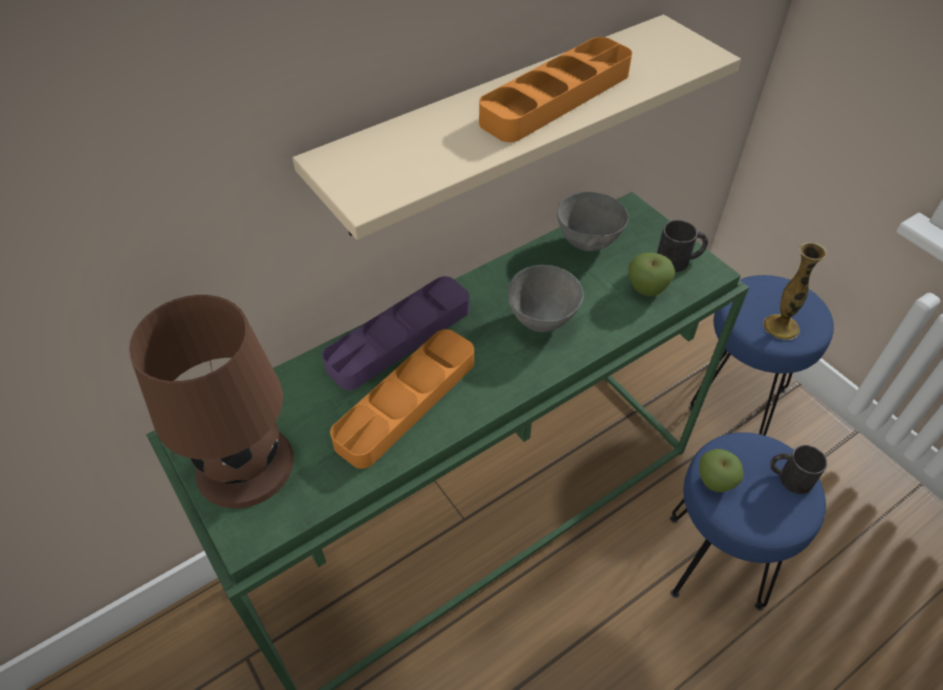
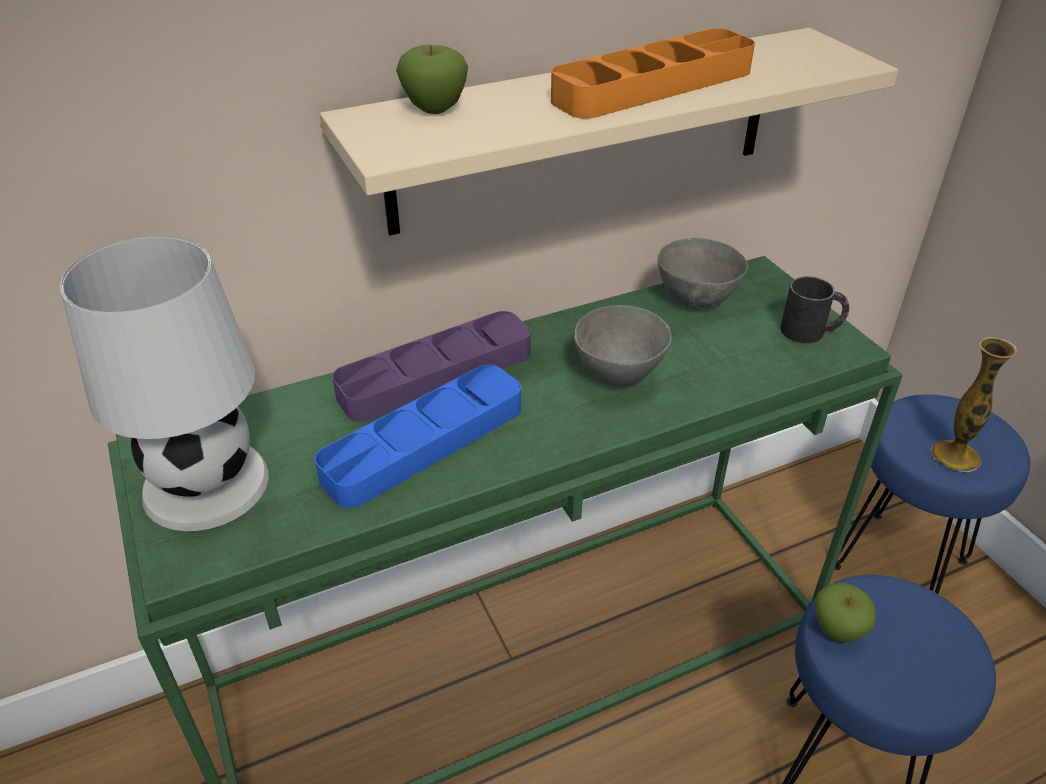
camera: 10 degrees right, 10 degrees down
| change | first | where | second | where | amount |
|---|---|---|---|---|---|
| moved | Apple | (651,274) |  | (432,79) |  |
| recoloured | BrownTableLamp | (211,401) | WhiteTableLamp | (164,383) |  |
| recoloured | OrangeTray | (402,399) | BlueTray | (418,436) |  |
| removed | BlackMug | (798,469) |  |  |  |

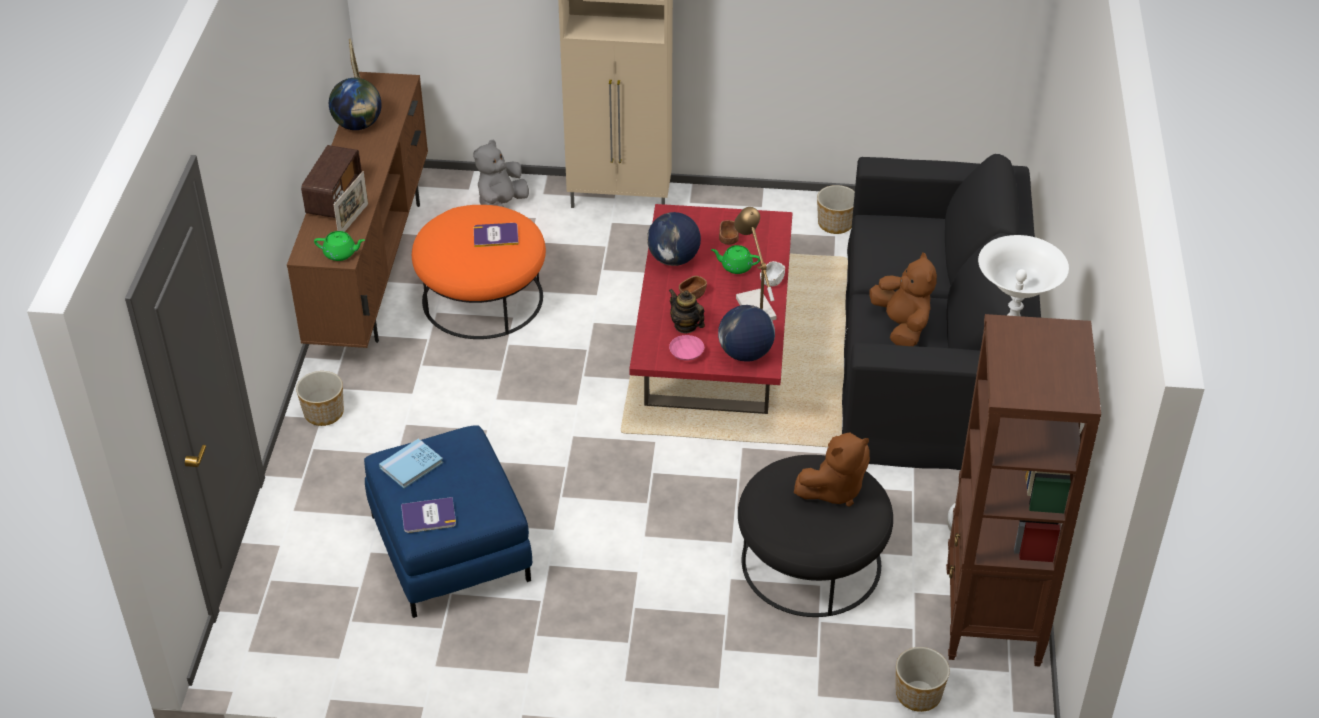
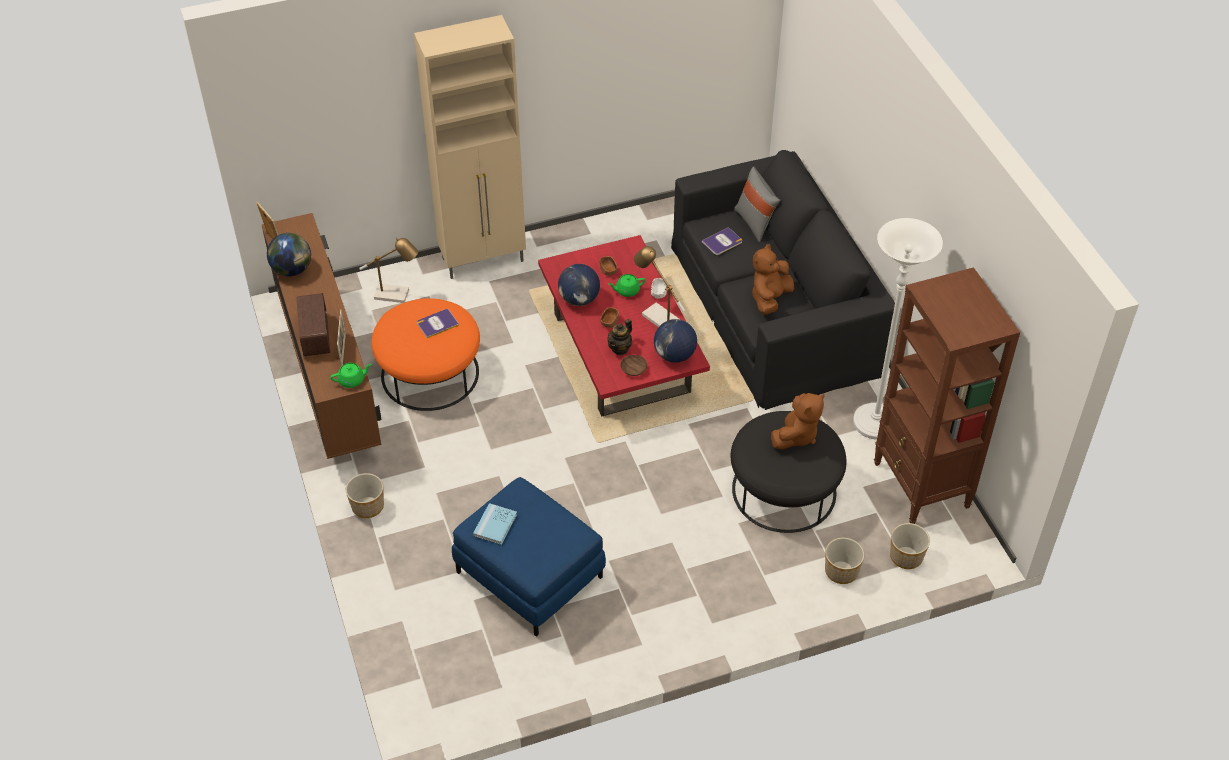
camera: 25 degrees left, 5 degrees up
| change | first | where | second | where | amount |
|---|---|---|---|---|---|
| replaced | GreyPlushToy | (501,173) | TableLamp | (388,270) |  |
| moved | Planter | (836,209) |  | (844,561) |  |
| turned | BrownPlushToy | (903,299) |  | (773,279) | 105 degrees counterclockwise |
| turned | Teapot | (687,311) |  | (619,337) | 75 degrees counterclockwise |
| recoloured | PinkBowl | (686,348) | BrownBowl | (634,365) |  |
| moved | Book | (428,515) |  | (722,241) |  |
| added |  |  | GreyPillow | (757,204) |  |

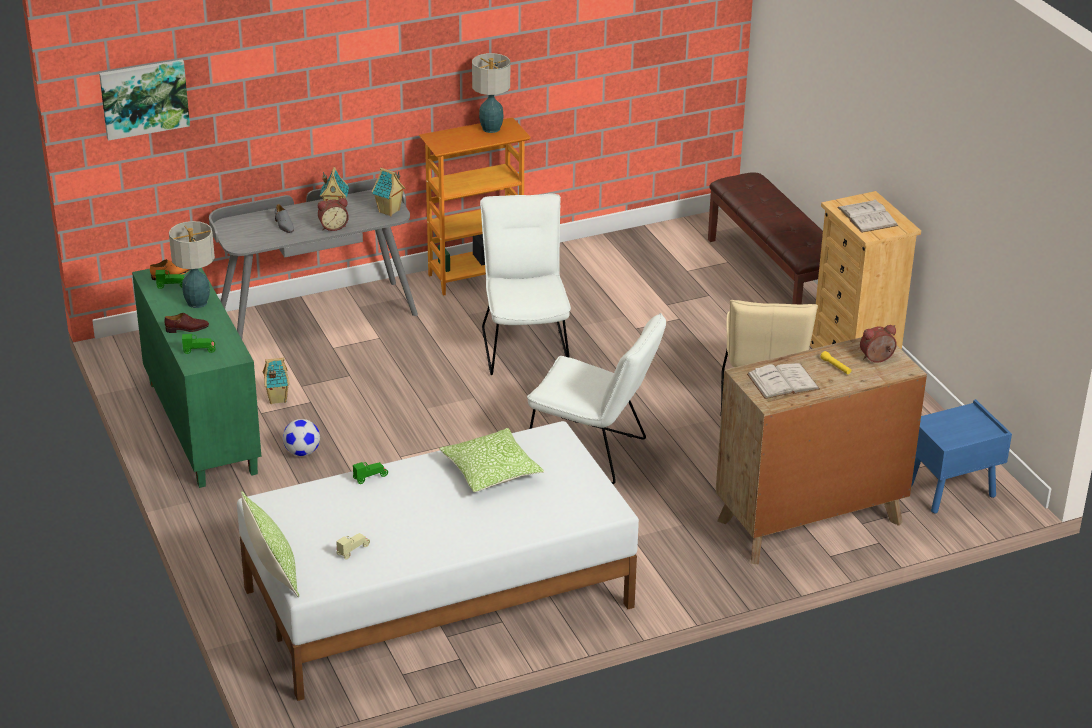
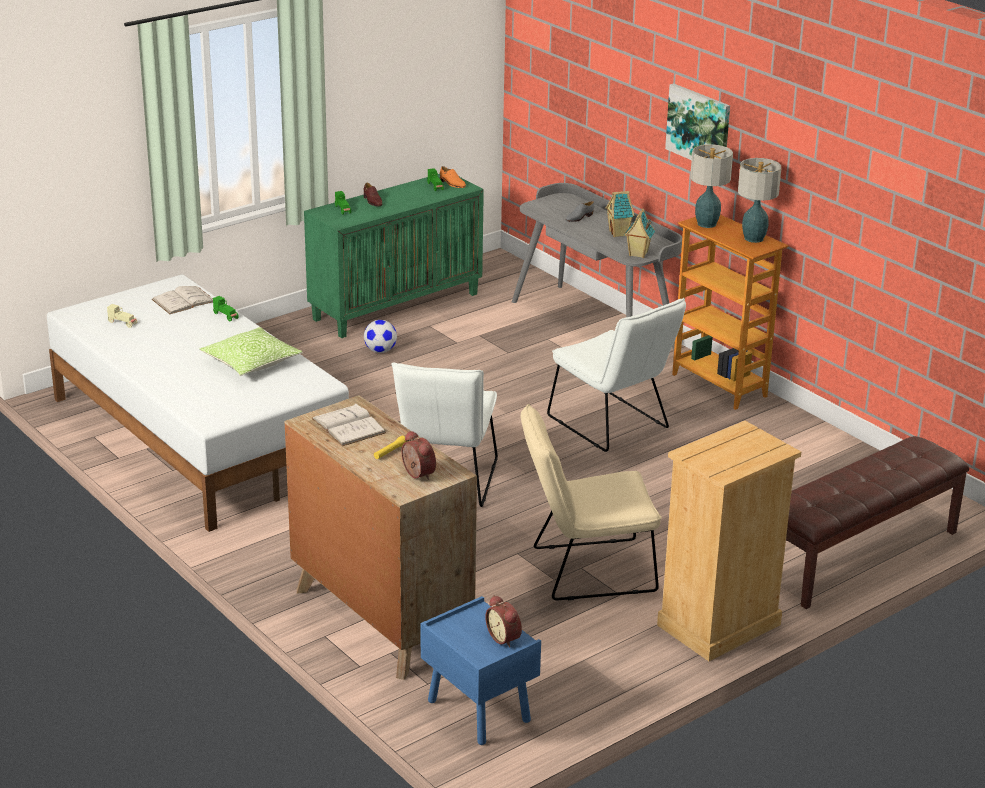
camera: 75 degrees right, 5 degrees down
| change | first | where | second | where | amount |
|---|---|---|---|---|---|
| moved | Picture | (144,100) |  | (697,121) |  |
| turned | WhiteChair | (525,284) |  | (616,375) | 75 degrees clockwise |
| moved | AlarmClock | (333,214) |  | (503,621) |  |
| moved | WhiteBook | (867,216) |  | (182,300) |  |
| moved | TableLamp | (192,264) |  | (711,186) |  |
| removed | ToyHouse | (276,381) |  |  |  |
| removed | Pillow | (270,544) |  |  |  |

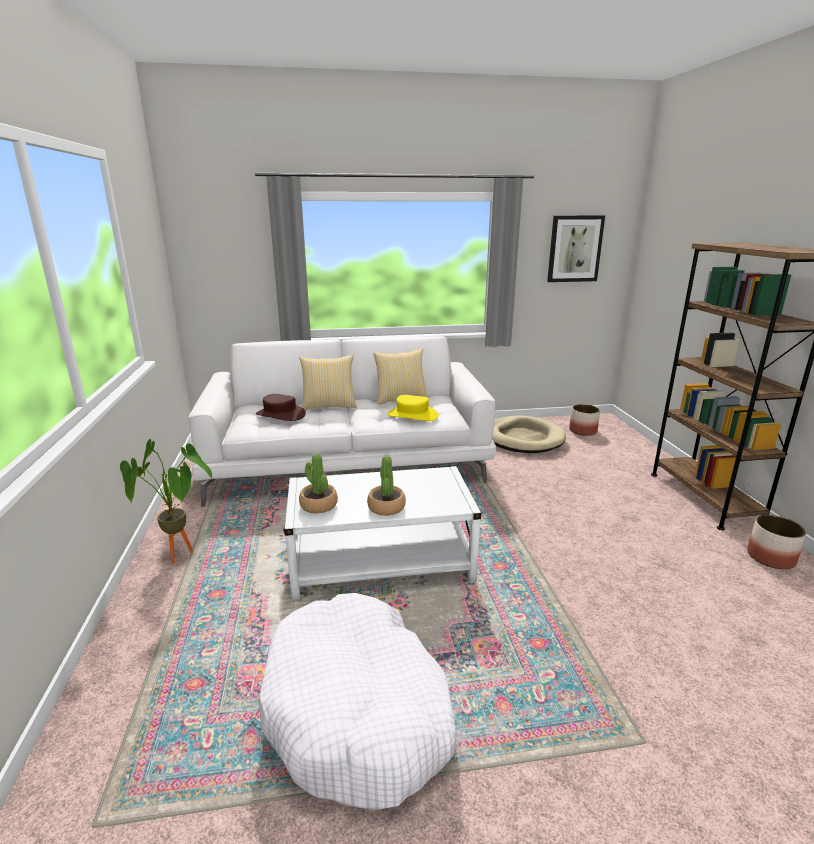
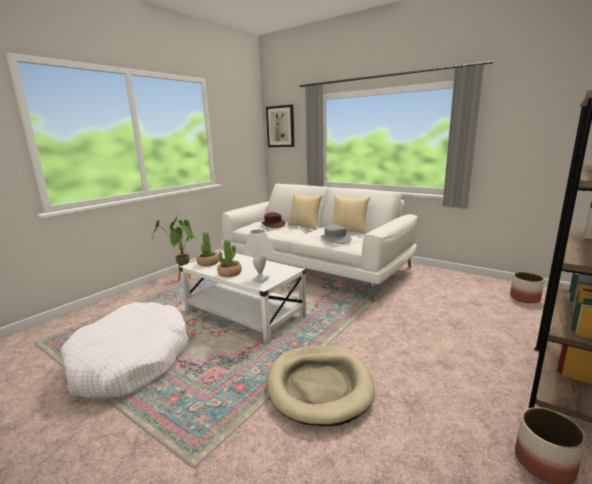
camera: 45 degrees right, 5 degrees down
| change | first | where | second | where | amount |
|---|---|---|---|---|---|
| moved | Picture | (576,248) |  | (280,126) |  |
| recoloured | YellowHat | (413,408) | GreyHat | (336,234) |  |
| moved | BeigeDogBed | (529,434) |  | (321,385) |  |
| added |  |  | WhiteTableLamp | (258,256) |  |

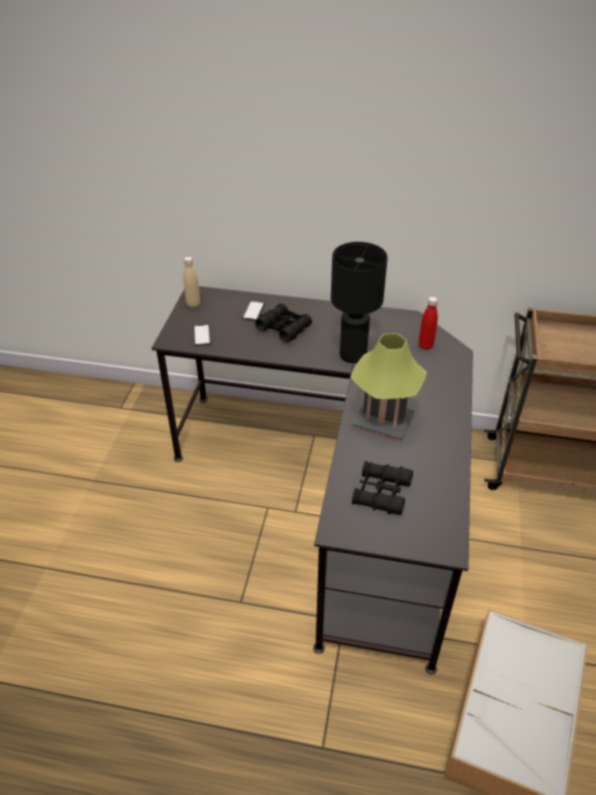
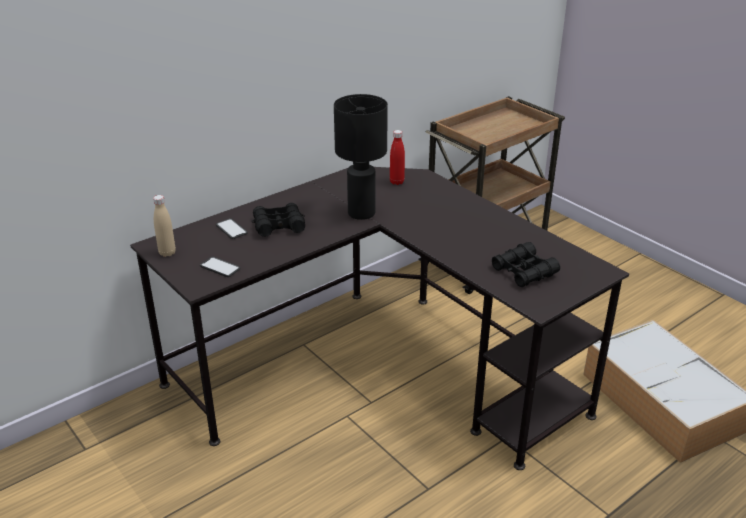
camera: 50 degrees left, 10 degrees down
| change | first | where | second | where | amount |
|---|---|---|---|---|---|
| removed | TableLamp | (389,387) |  |  |  |

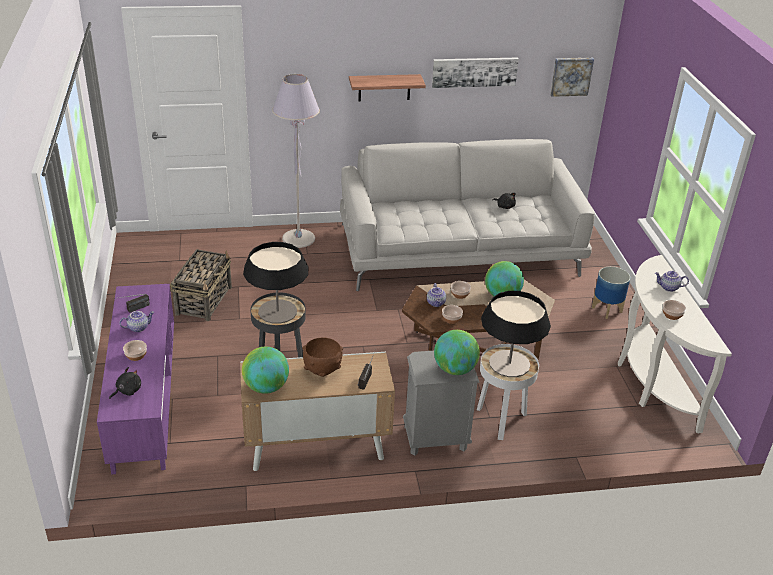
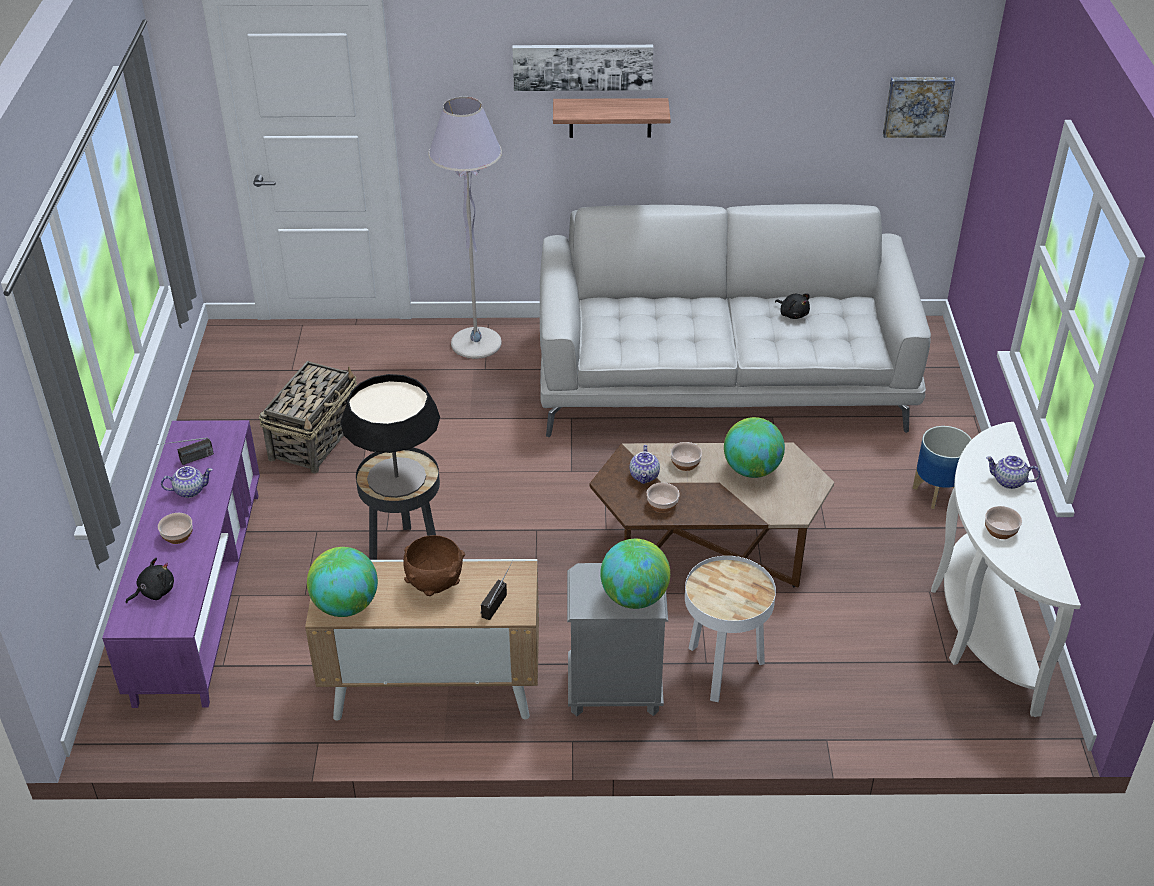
camera: 10 degrees right, 5 degrees up
| change | first | where | second | where | amount |
|---|---|---|---|---|---|
| moved | Picture | (475,72) |  | (583,68) |  |
| removed | TableLamp | (516,334) |  |  |  |

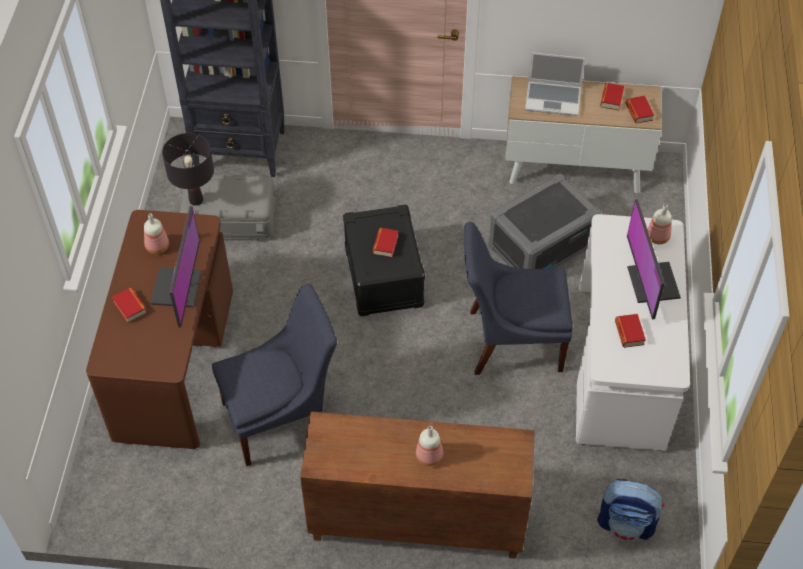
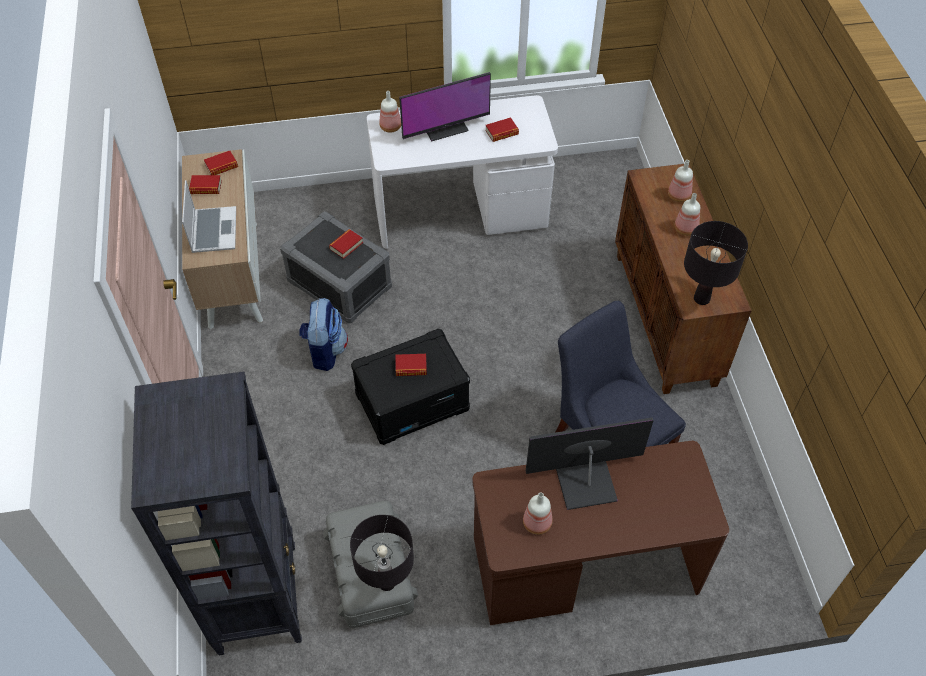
camera: 105 degrees left, 0 degrees up
| change | first | where | second | where | amount |
|---|---|---|---|---|---|
| removed | BlueChair | (518,298) |  |  |  |
| moved | Book | (129,305) |  | (346,244) |  |
| moved | Backpack | (630,510) |  | (323,334) |  |
| added |  |  | Bottle | (680,181) |  |
| added |  |  | BlackTableLamp | (716,263) |  |

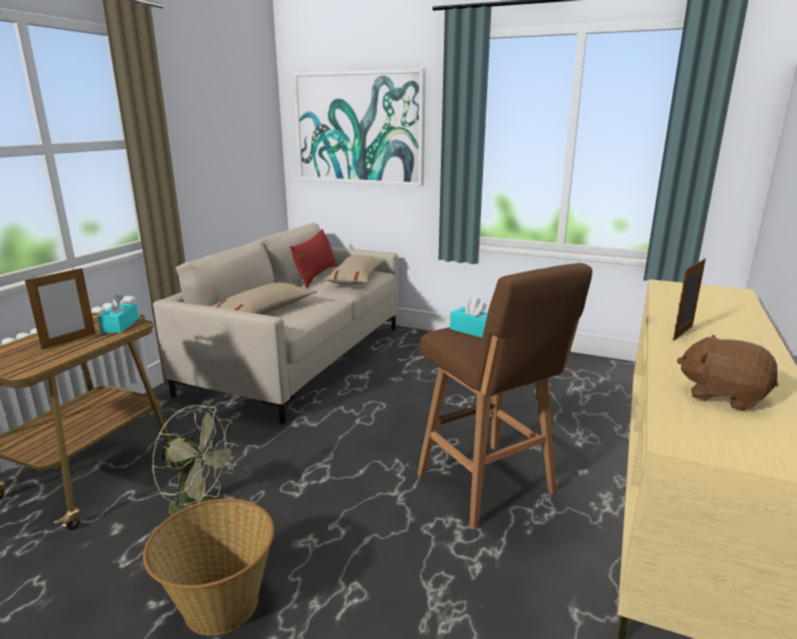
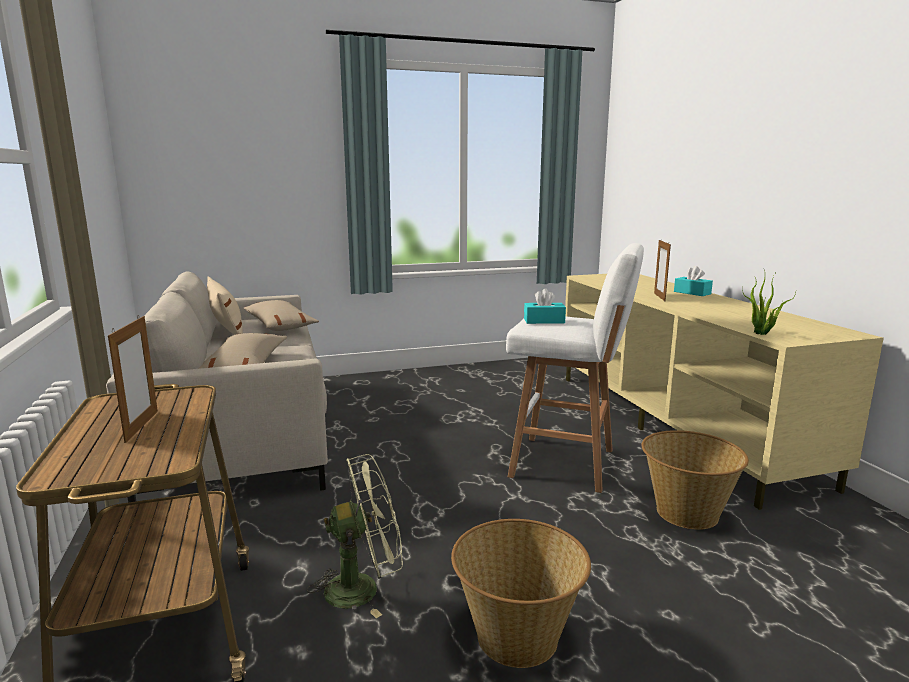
camera: 40 degrees left, 5 degrees down
| change | first | where | second | where | amount |
|---|---|---|---|---|---|
| removed | Picture | (359,127) |  |  |  |
| recoloured | RedPillow | (313,258) | BeigePillow | (225,305) |  |
| recoloured | BrownStool | (504,396) | WhiteStool | (575,368) |  |
| moved | TurquoiseTissueBox | (118,313) |  | (693,281) |  |
| removed | BrownPlushToy | (727,373) |  |  |  |
| added |  |  | PottedPlant | (769,302) |  |
| added |  |  | Basket | (695,480) |  |

